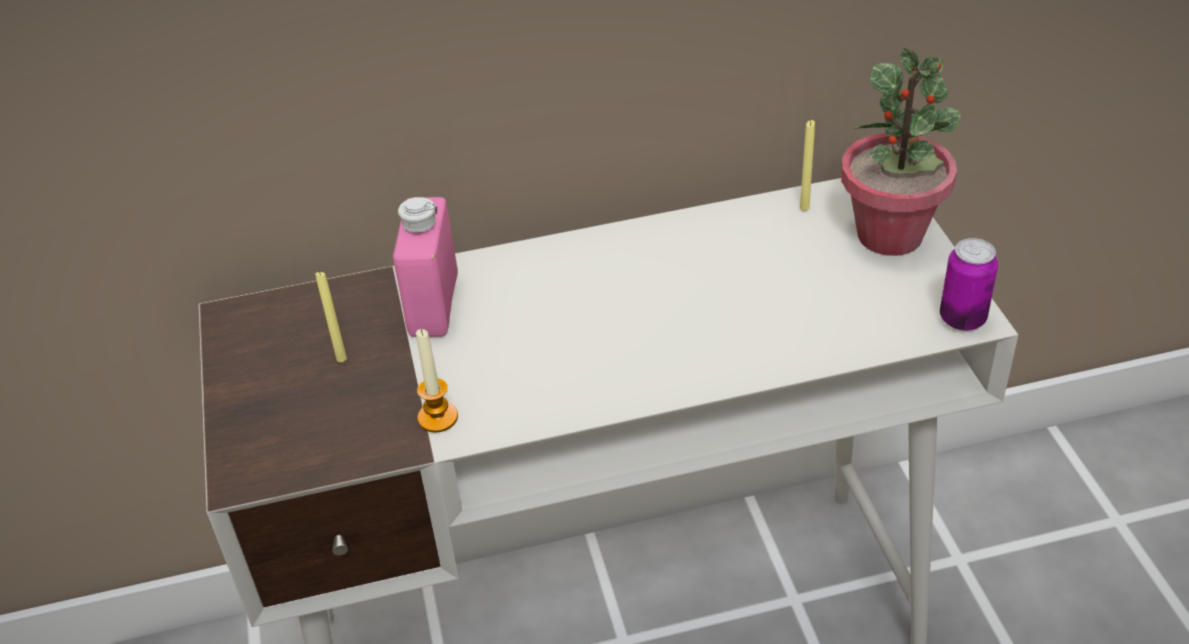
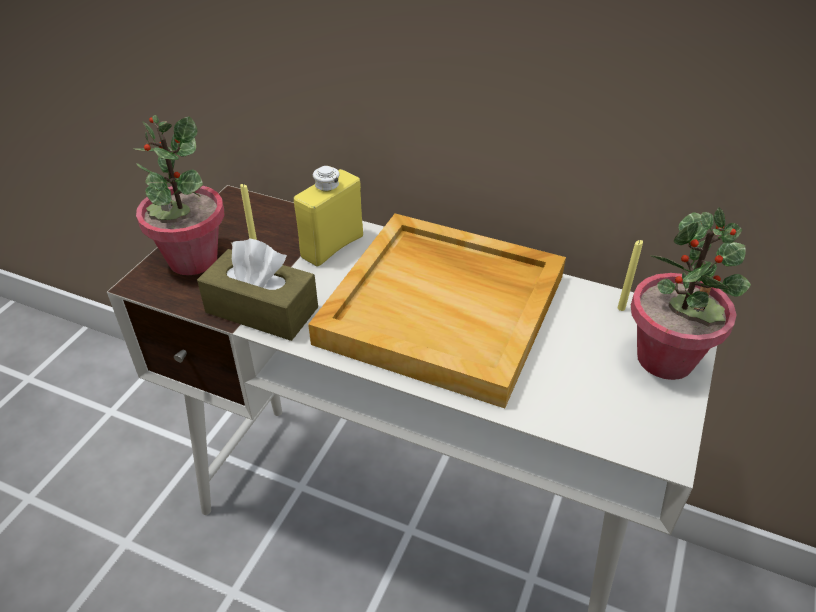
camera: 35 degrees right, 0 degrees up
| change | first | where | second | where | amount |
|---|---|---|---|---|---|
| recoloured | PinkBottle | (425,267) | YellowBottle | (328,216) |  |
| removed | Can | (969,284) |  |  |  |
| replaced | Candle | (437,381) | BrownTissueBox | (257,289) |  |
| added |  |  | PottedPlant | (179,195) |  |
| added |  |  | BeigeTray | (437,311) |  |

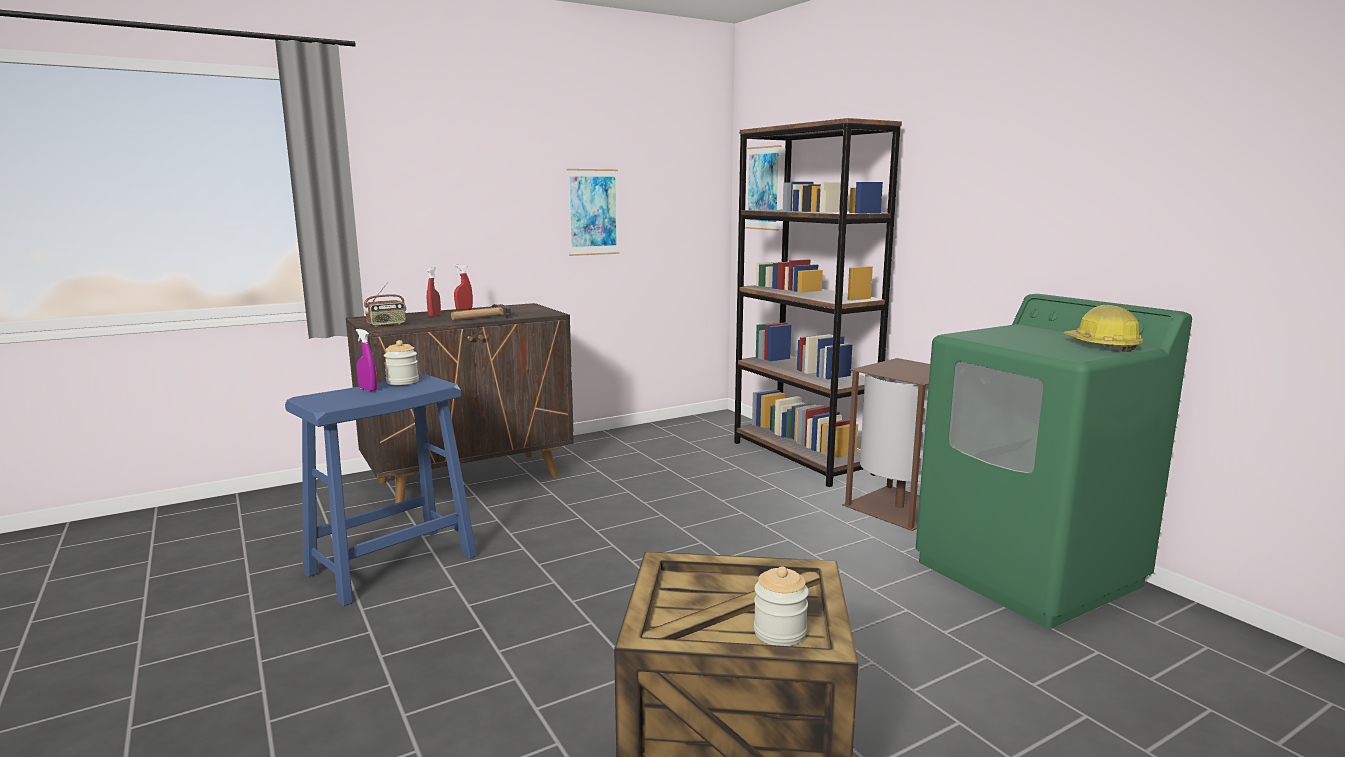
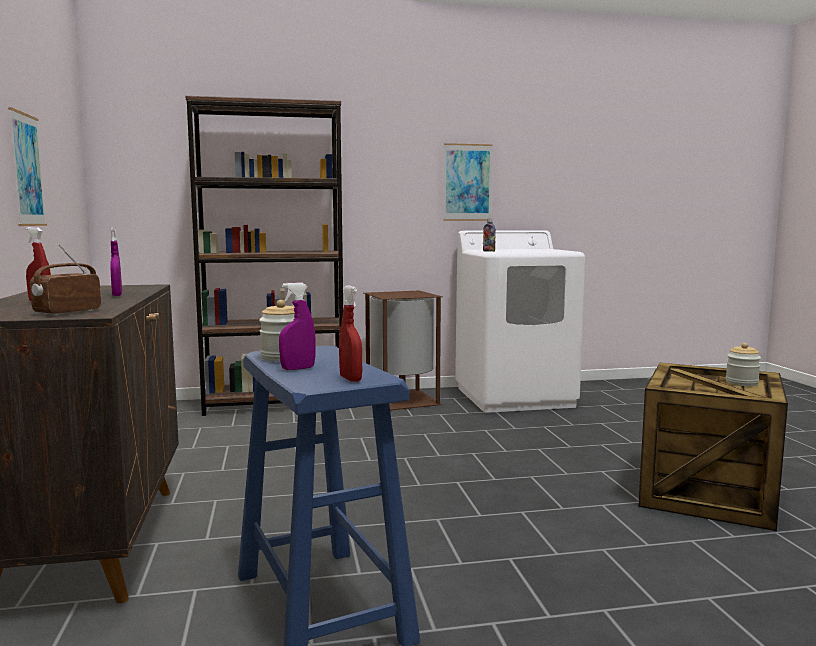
camera: 70 degrees left, 5 degrees down
| change | first | where | second | where | amount |
|---|---|---|---|---|---|
| moved | Picture | (763,188) |  | (468,182) |  |
| moved | RedSprayBottle | (463,287) |  | (350,333) |  |
| turned | Radio | (384,304) |  | (65,280) | 135 degrees counterclockwise |
| recoloured | GreenWashingMachine | (1054,461) | WhiteWashingMachine | (520,321) |  |
| replaced | Hammer | (481,312) | PurpleSprayBottle | (116,261) |  |
| removed | HardHat | (1103,328) |  |  |  |
| added |  |  | Bottle | (489,235) |  |

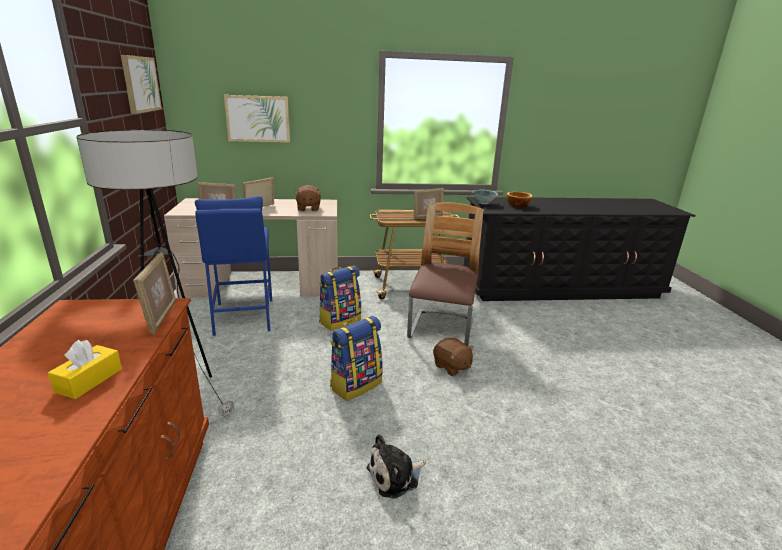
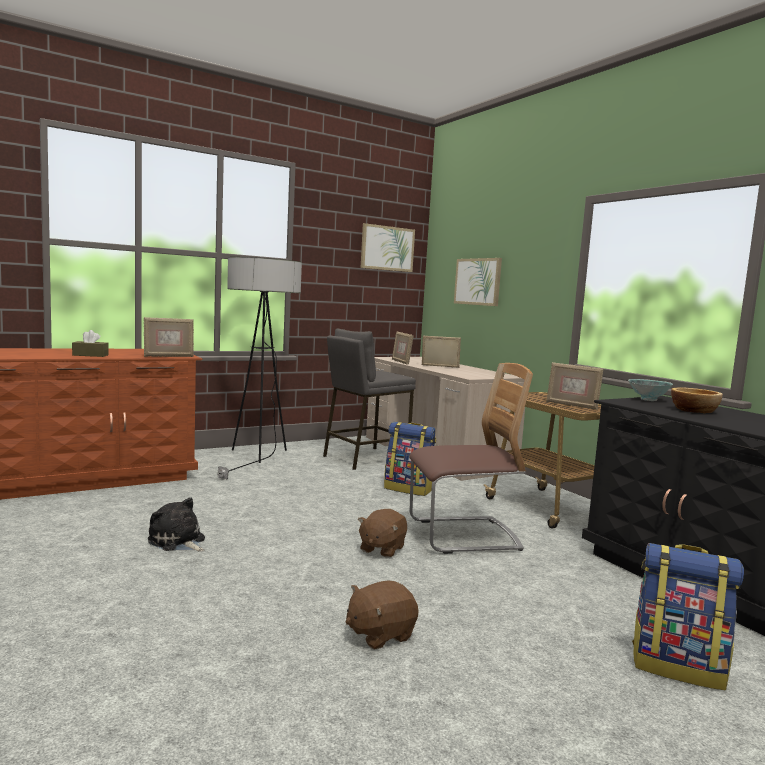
camera: 65 degrees right, 15 degrees down
| change | first | where | second | where | amount |
|---|---|---|---|---|---|
| moved | BrownPlushToy | (307,198) |  | (382,615) |  |
| recoloured | BlueStool | (233,266) | GreyStool | (369,399) |  |
| moved | Backpack | (356,358) |  | (688,616) |  |
| recoloured | YellowTissueBox | (85,369) | BrownTissueBox | (90,343) |  |

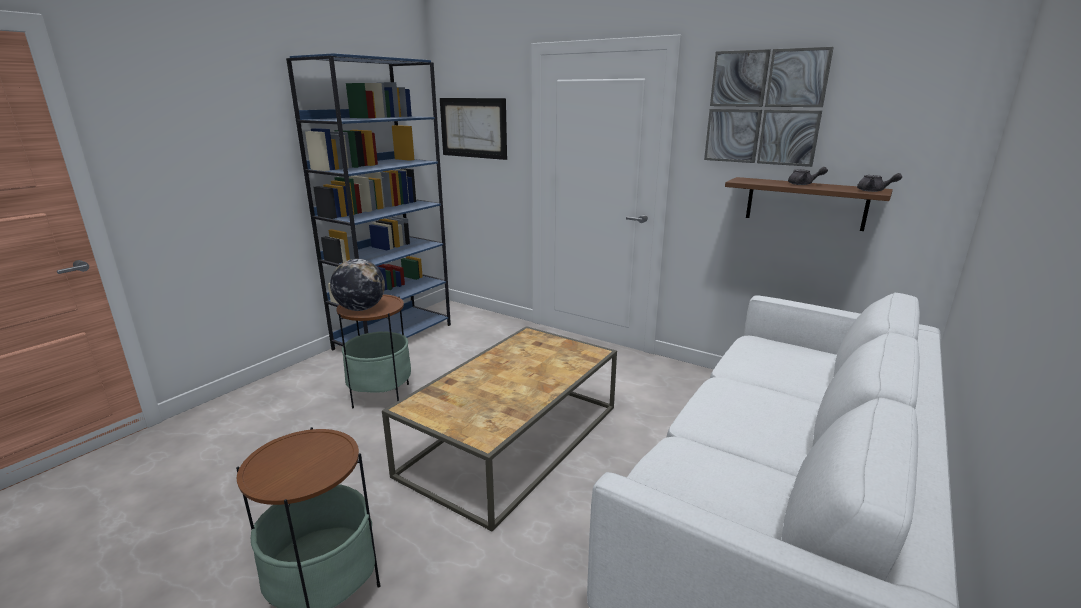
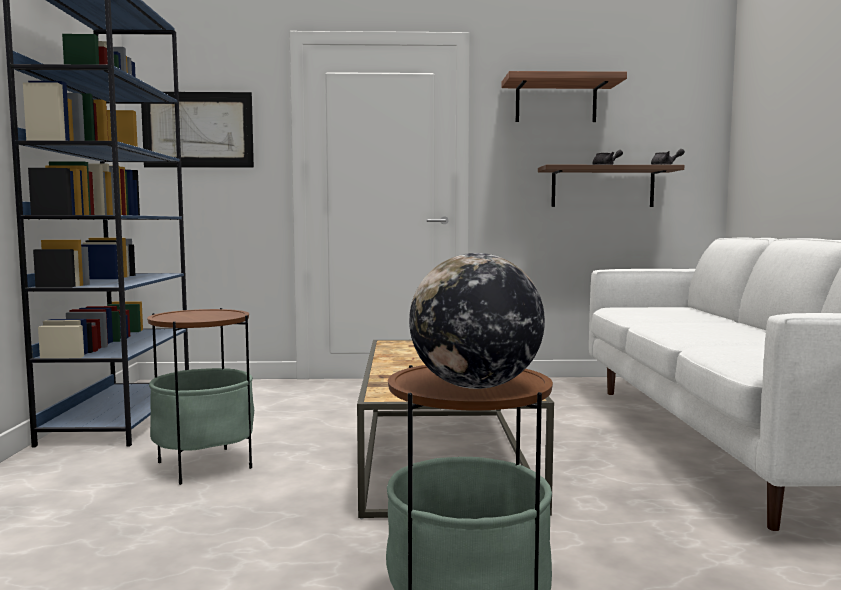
camera: 35 degrees left, 15 degrees down
| change | first | where | second | where | amount |
|---|---|---|---|---|---|
| replaced | Picture | (769,107) | Shelf | (564,96) |  |
| moved | Globe | (357,285) |  | (477,321) |  |

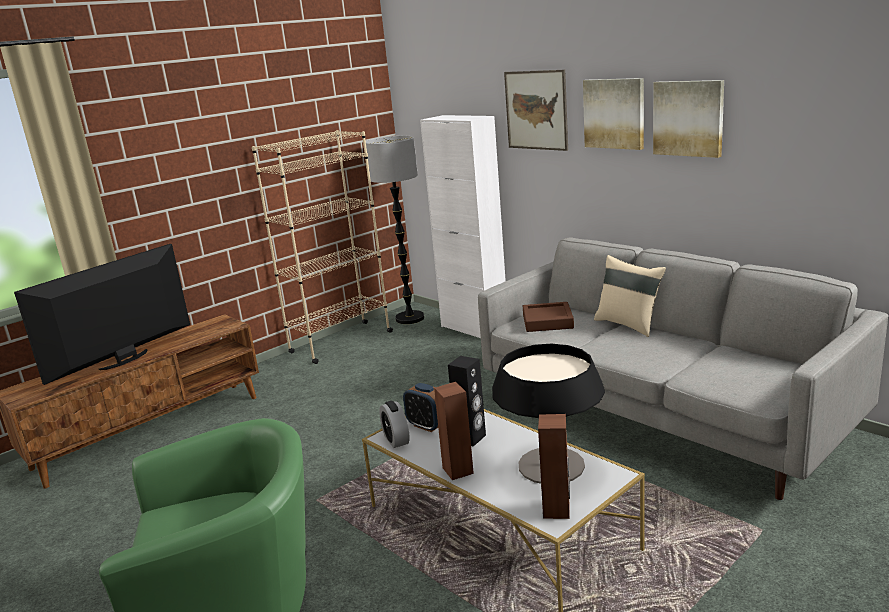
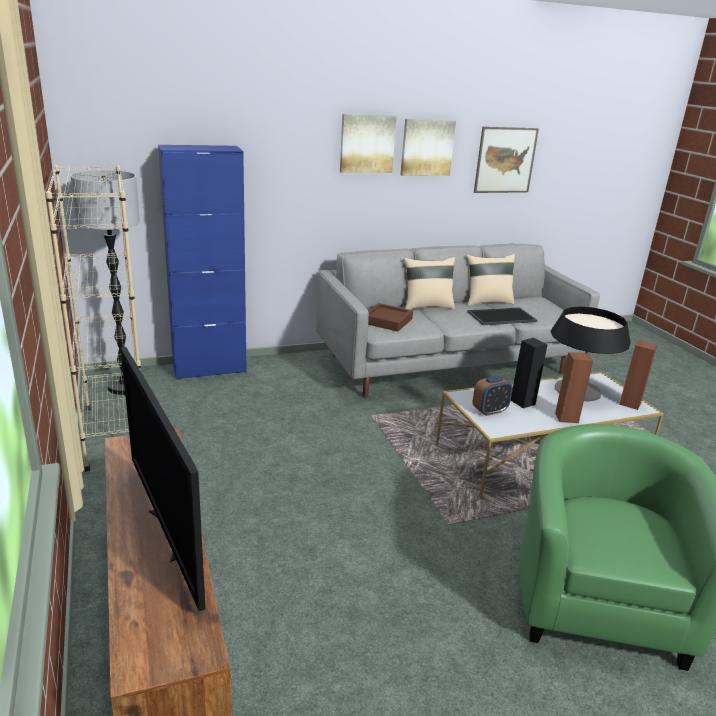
camera: 70 degrees left, 5 degrees up
| change | first | where | second | where | amount |
|---|---|---|---|---|---|
| moved | Picture | (536,110) |  | (506,160) |  |
| recoloured | WhiteCabinet | (463,226) | BlueCabinet | (202,262) |  |
| removed | AlarmClock | (394,424) |  |  |  |
| added |  |  | BeigePillow | (490,280) |  |
| added |  |  | Tray | (502,316) |  |

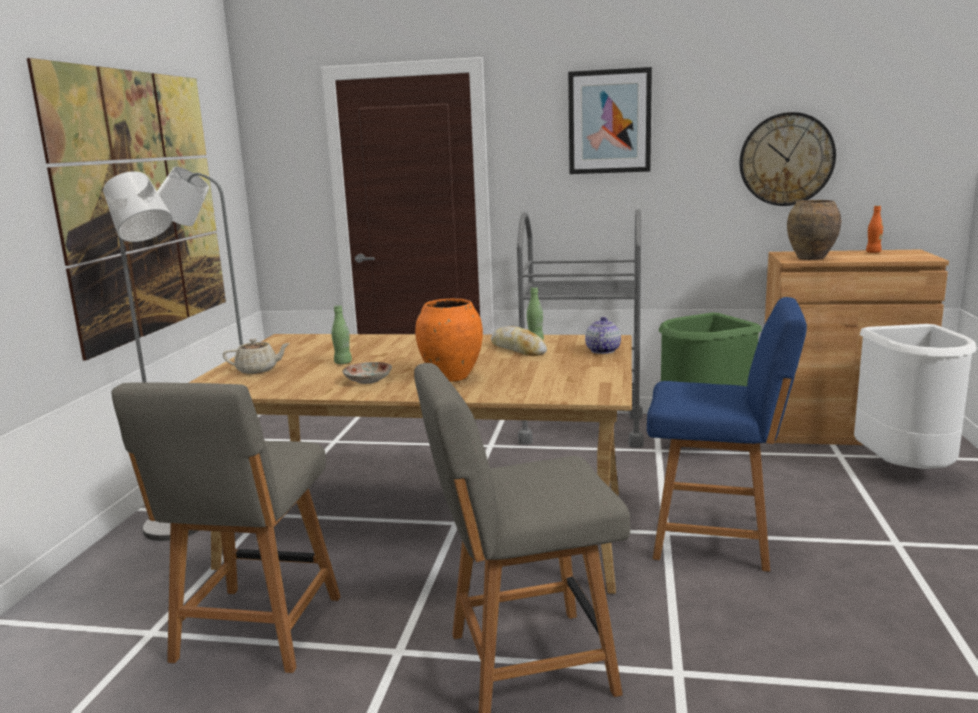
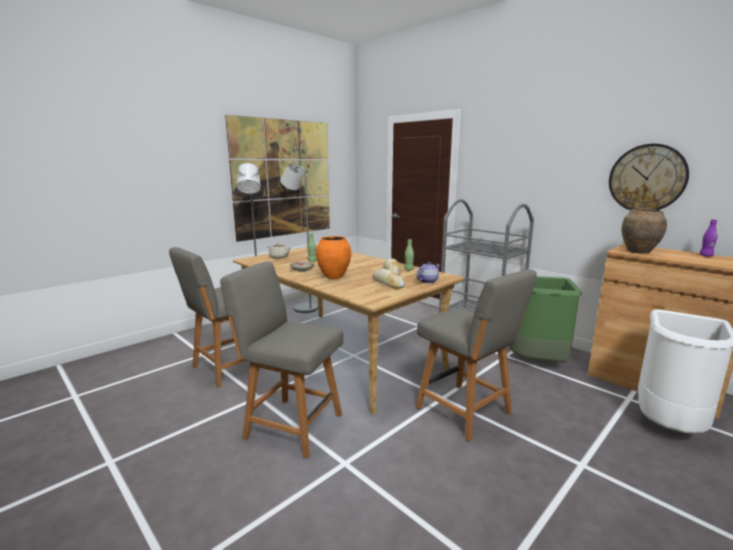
camera: 35 degrees right, 0 degrees up
| change | first | where | second | where | amount |
|---|---|---|---|---|---|
| removed | Picture | (610,120) |  |  |  |
| recoloured | OrangeBottle | (874,229) | PurpleBottle | (708,238) |  |
| recoloured | BlueChair | (727,434) | GreyChair | (476,355) |  |
| added |  |  | Bread | (389,279) |  |

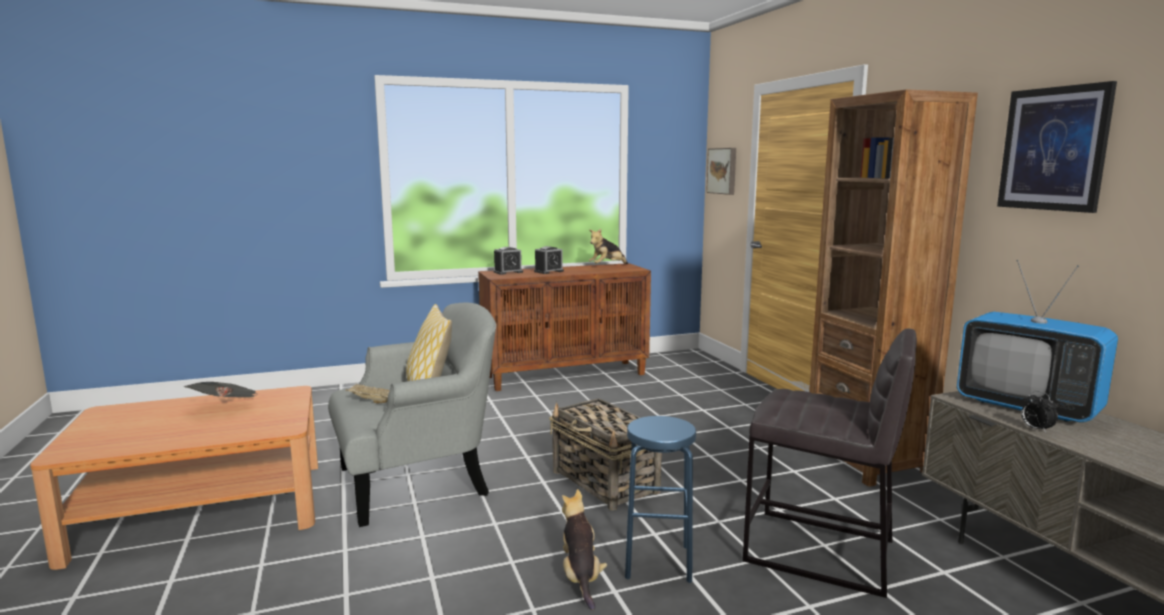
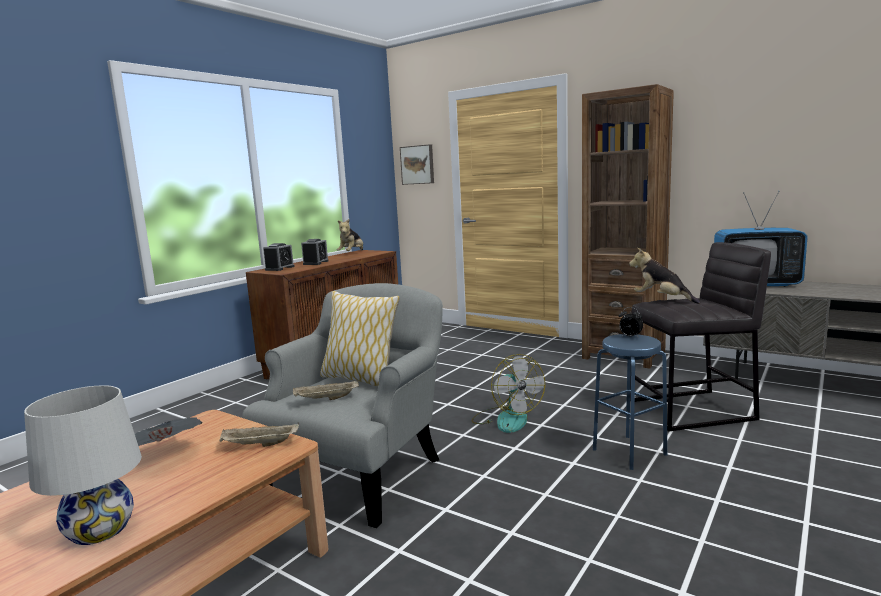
camera: 35 degrees left, 0 degrees up
| change | first | where | second | where | amount |
|---|---|---|---|---|---|
| removed | Picture | (1057,147) |  |  |  |
| moved | AlarmClock | (1039,412) |  | (631,322) |  |
| replaced | Basket | (605,454) | Fan | (508,393) |  |
| moved | PlushToy | (584,549) |  | (664,276) |  |
| added |  |  | WhiteTableLamp | (83,465) |  |
| added |  |  | BeigeTray | (259,434) |  |

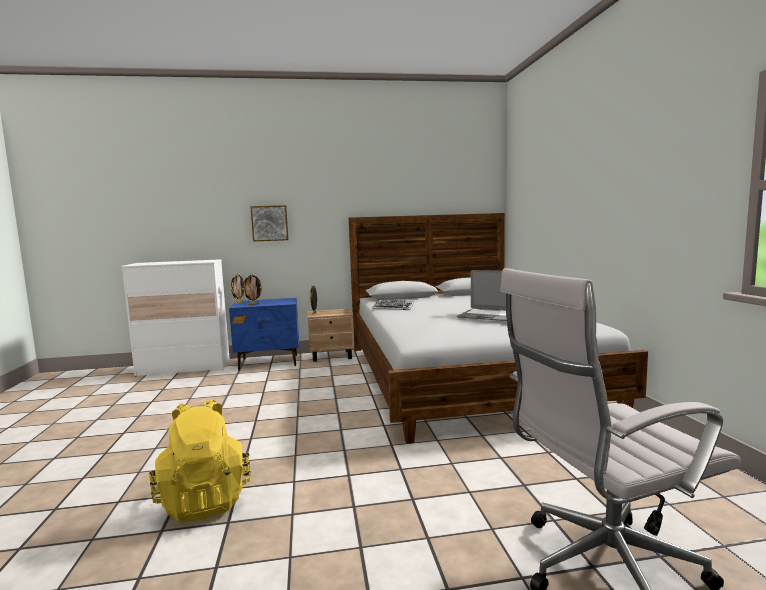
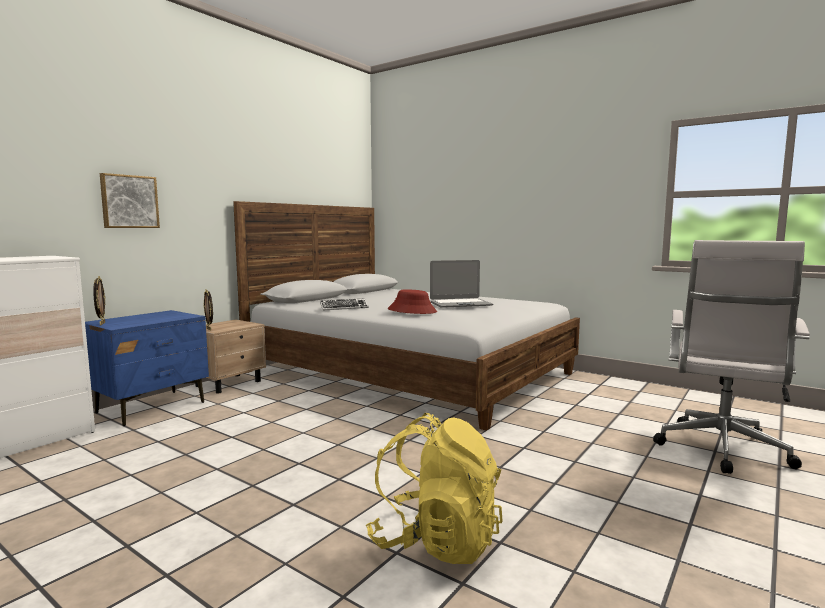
camera: 45 degrees left, 0 degrees up
| change | first | where | second | where | amount |
|---|---|---|---|---|---|
| removed | PictureFrame | (252,289) |  |  |  |
| added |  |  | RedHat | (412,301) |  |

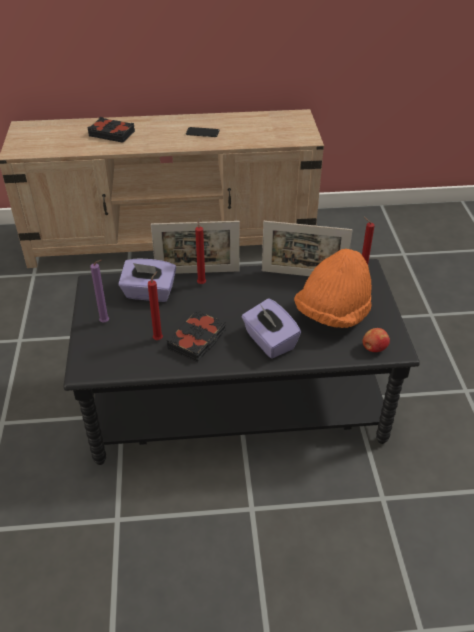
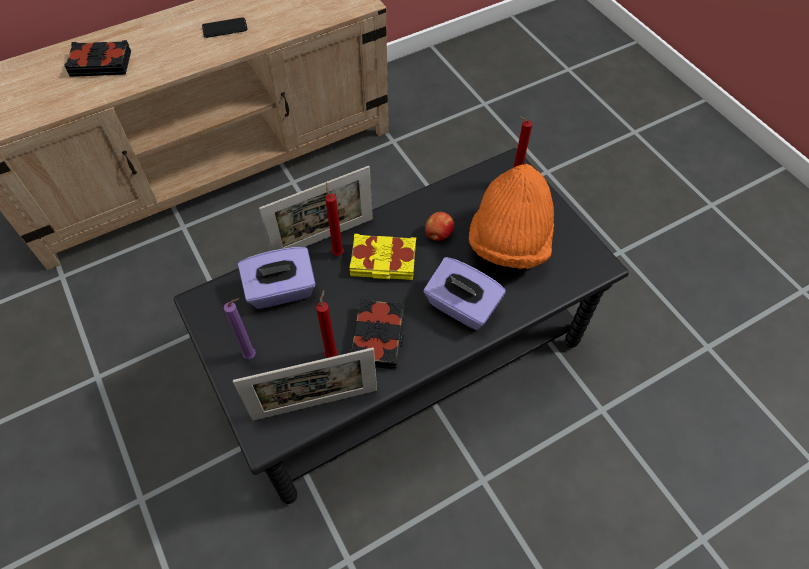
camera: 25 degrees left, 15 degrees up
| change | first | where | second | where | amount |
|---|---|---|---|---|---|
| moved | PictureFrame | (307,248) |  | (305,384) |  |
| moved | Apple | (376,340) |  | (439,226) |  |
| added |  |  | YellowBook | (382,257) |  |

